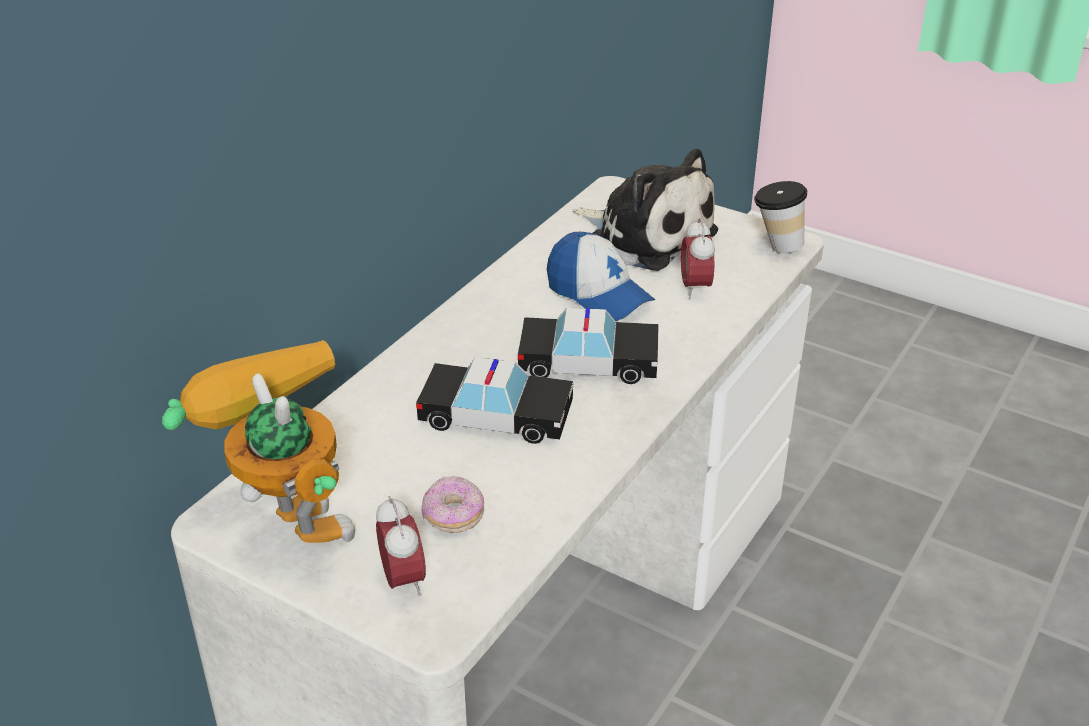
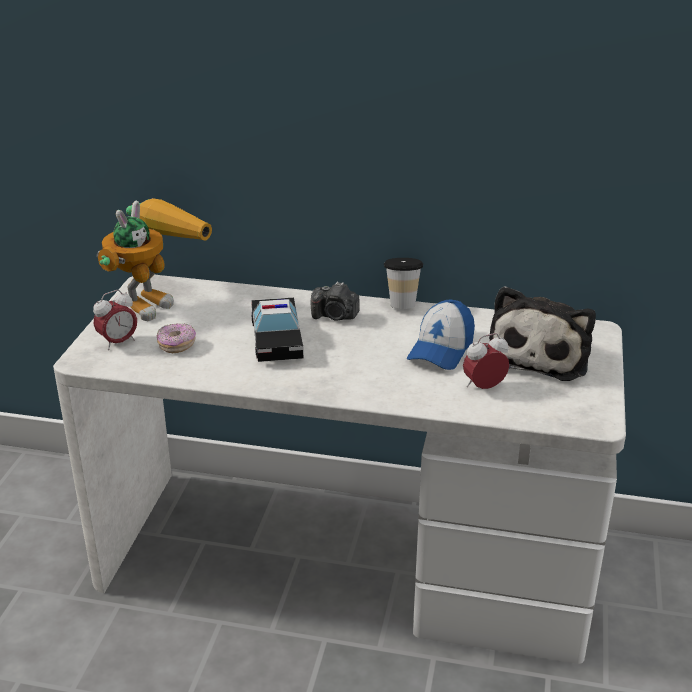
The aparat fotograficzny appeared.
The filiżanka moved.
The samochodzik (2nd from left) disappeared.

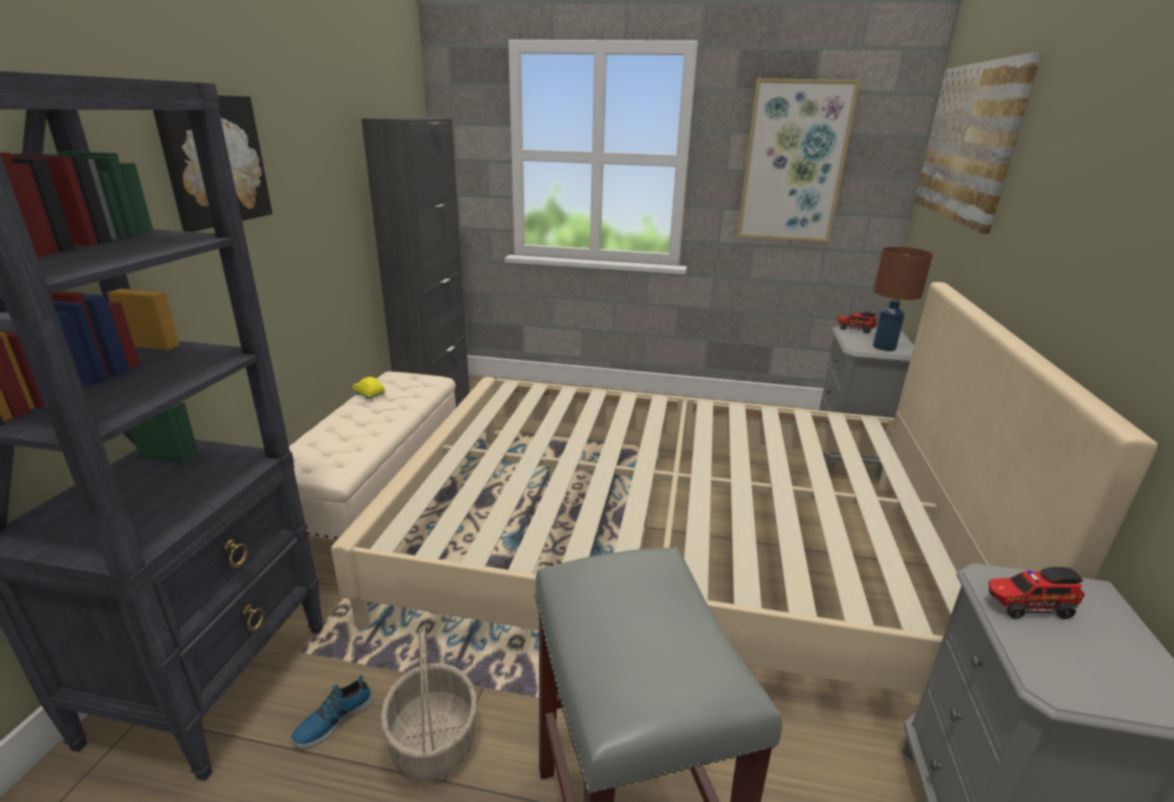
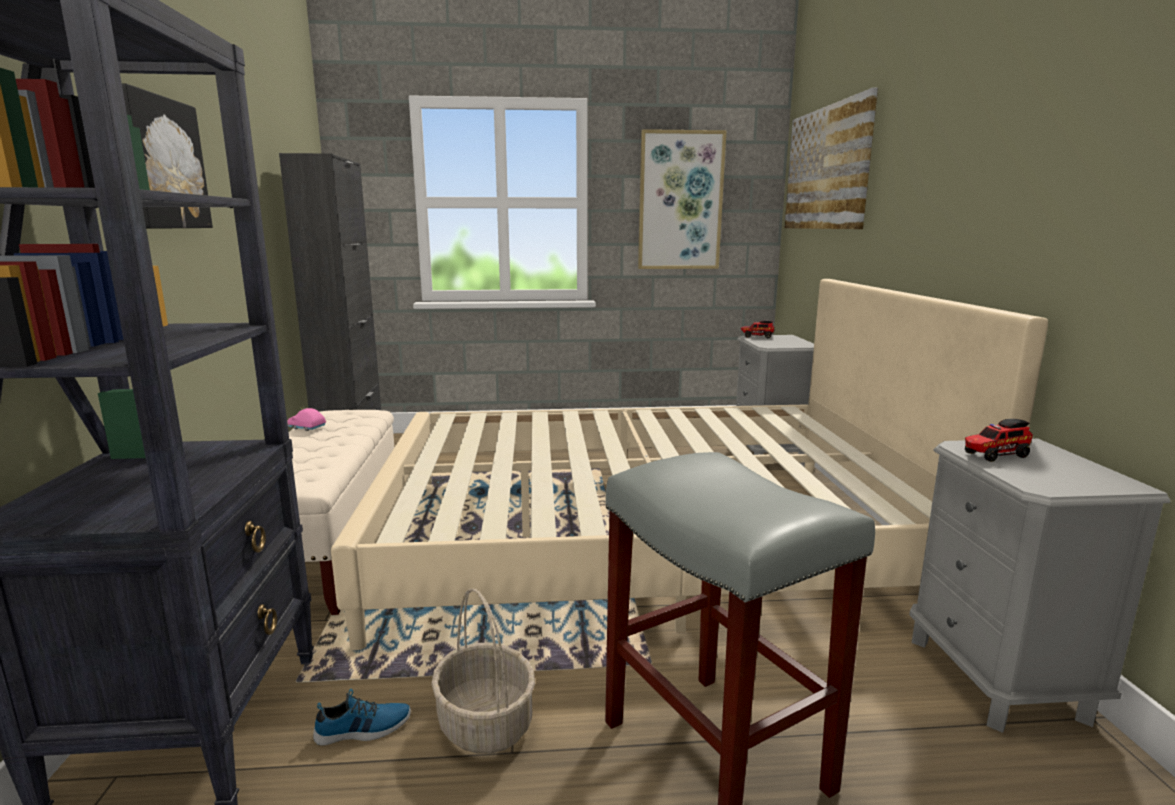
The samochodzik [żółty] became the samochodzik [różowy].
The but turned 135 degrees counterclockwise.
The lampa stołowa [brązowy] disappeared.

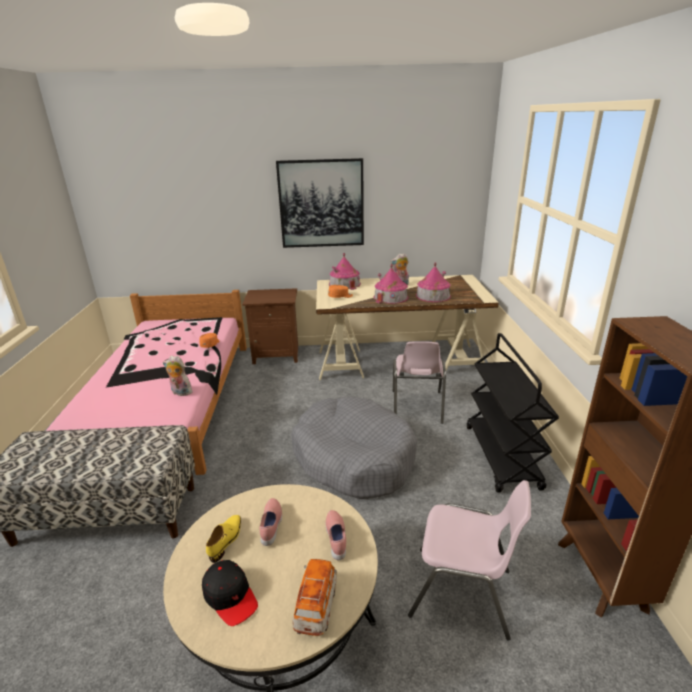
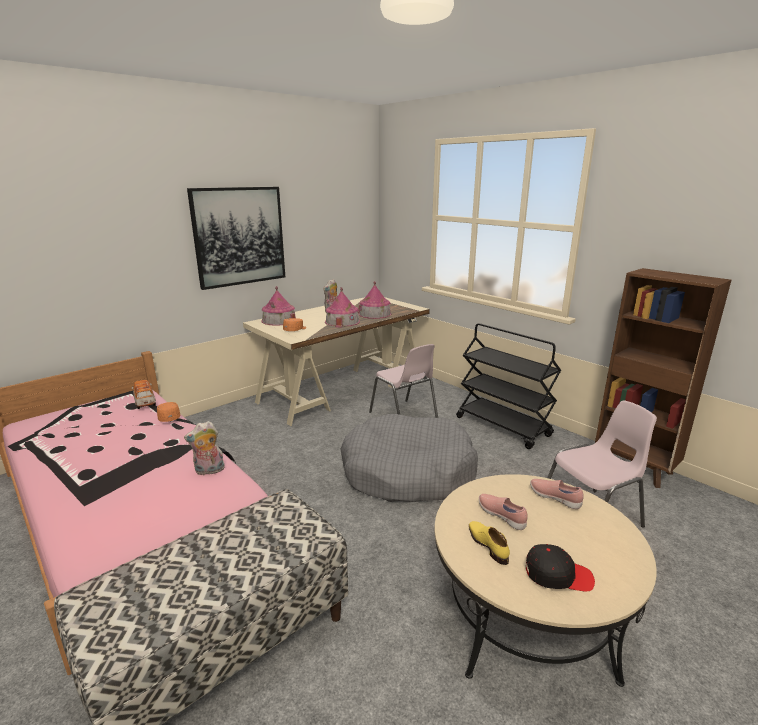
The samochodzik moved.
The szafka nocna [brązowy] disappeared.

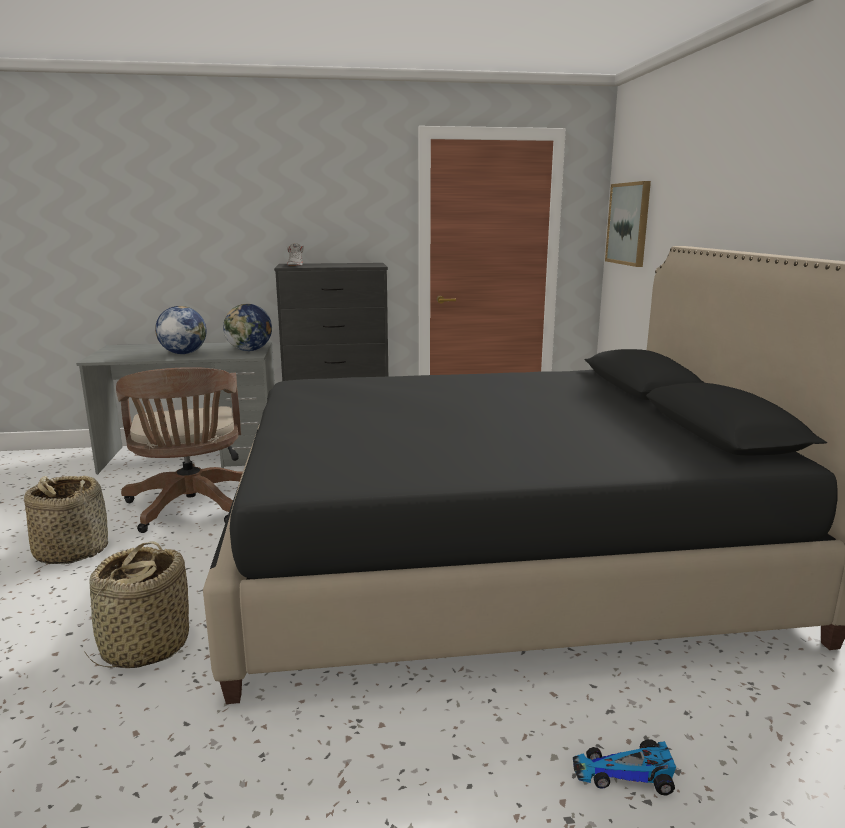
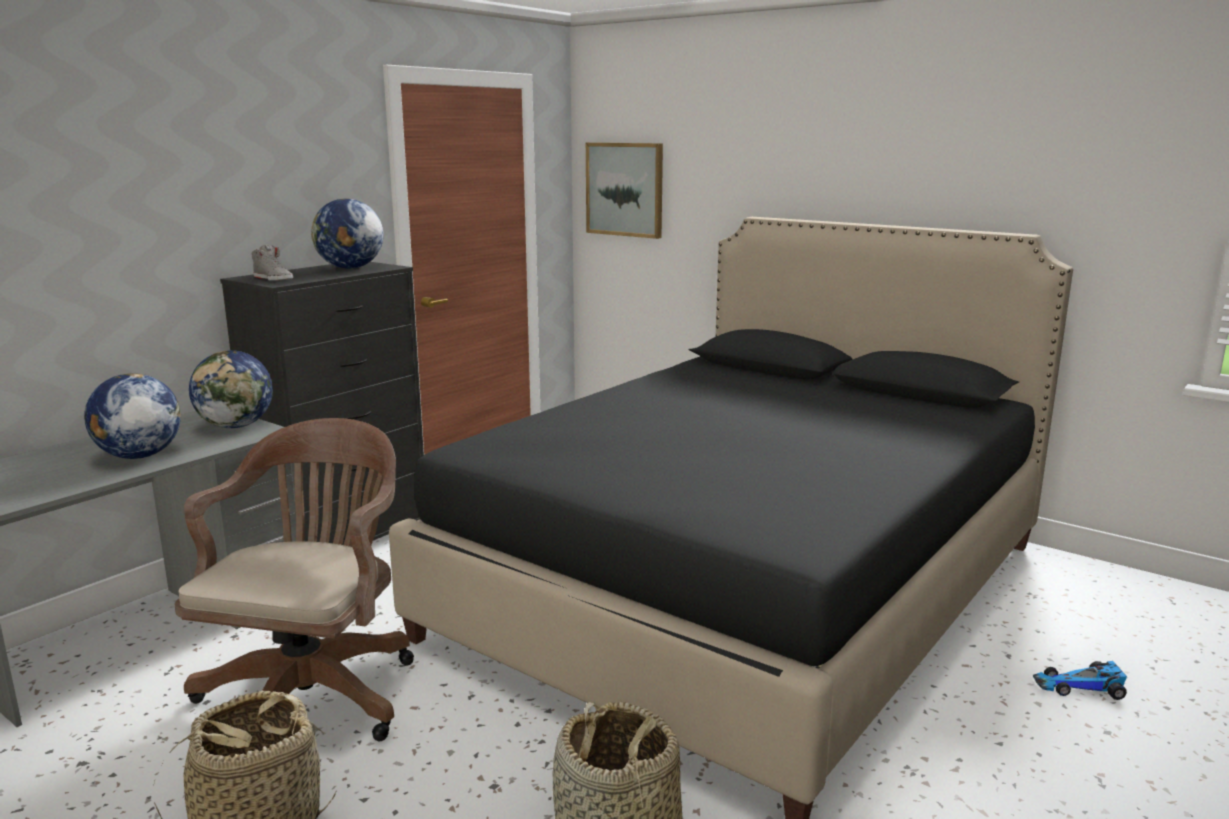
The krzesło biurowe [brązowy] turned 105 degrees counterclockwise.
The globus (3rd from left) appeared.
The samochodzik turned 45 degrees clockwise.

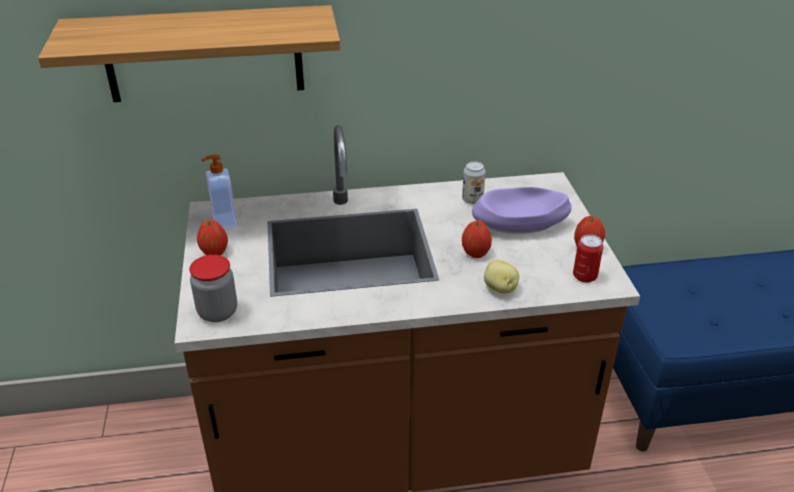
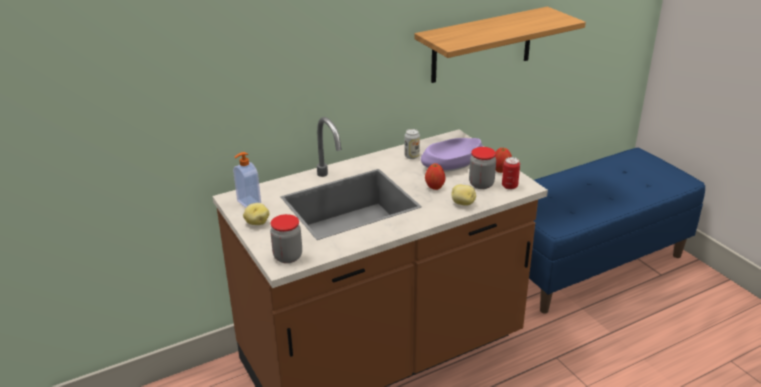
The jabłko (1st from left) was replaced by the ziemniak (1st from left).
The półka moved.
The słoik (2nd from left) appeared.

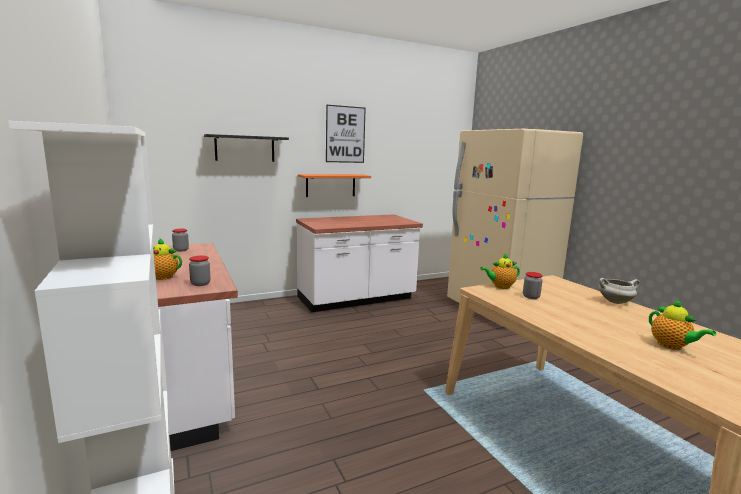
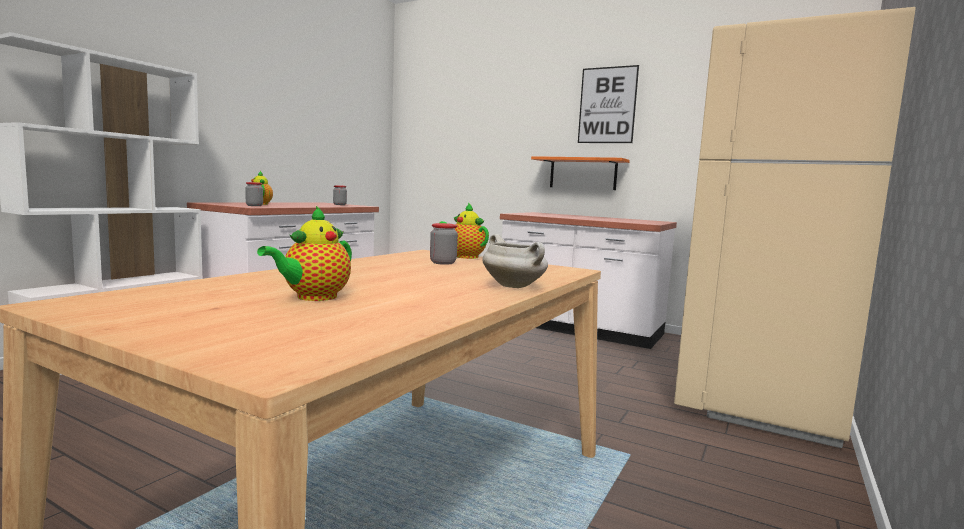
The półka [czarny] disappeared.

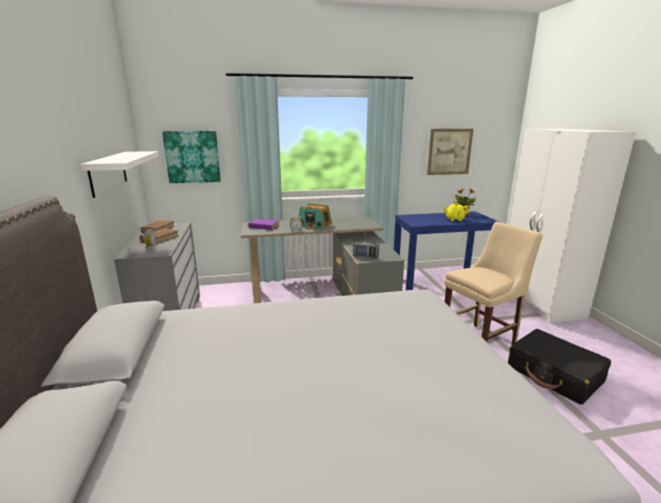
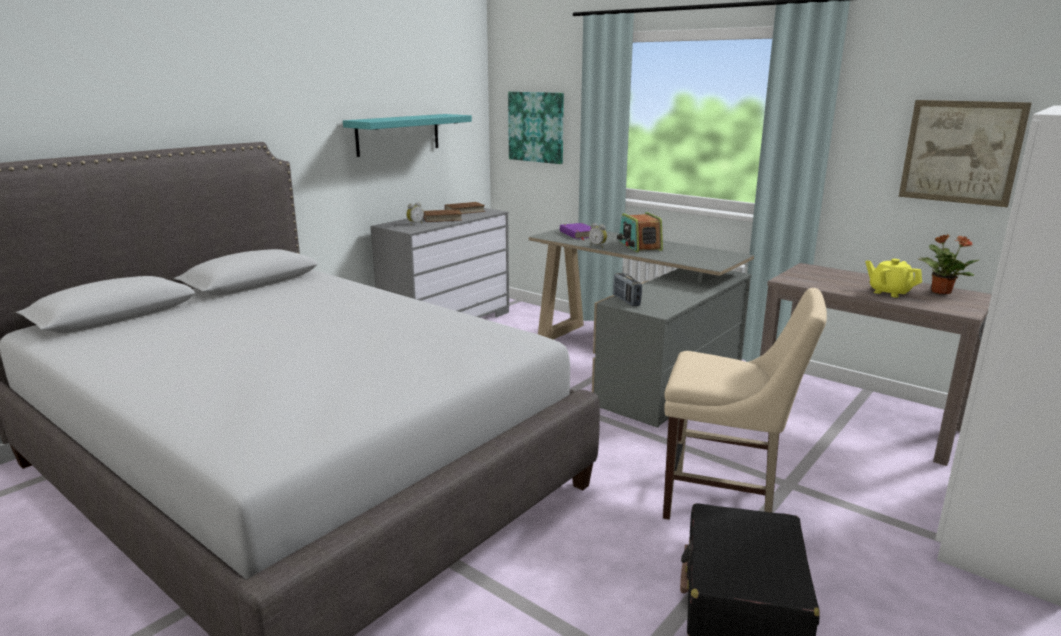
The półka [biały] became the półka [turkusowy].
The stolik konsolowy [niebieski] became the stolik konsolowy [brązowy].

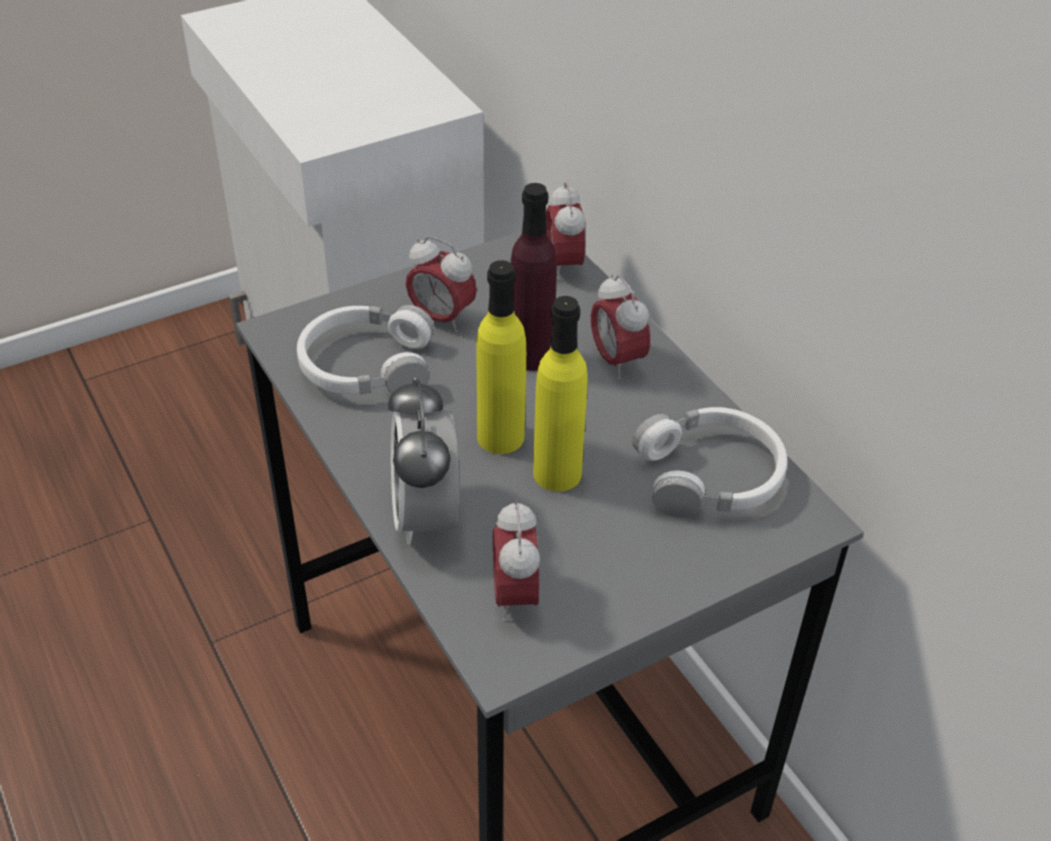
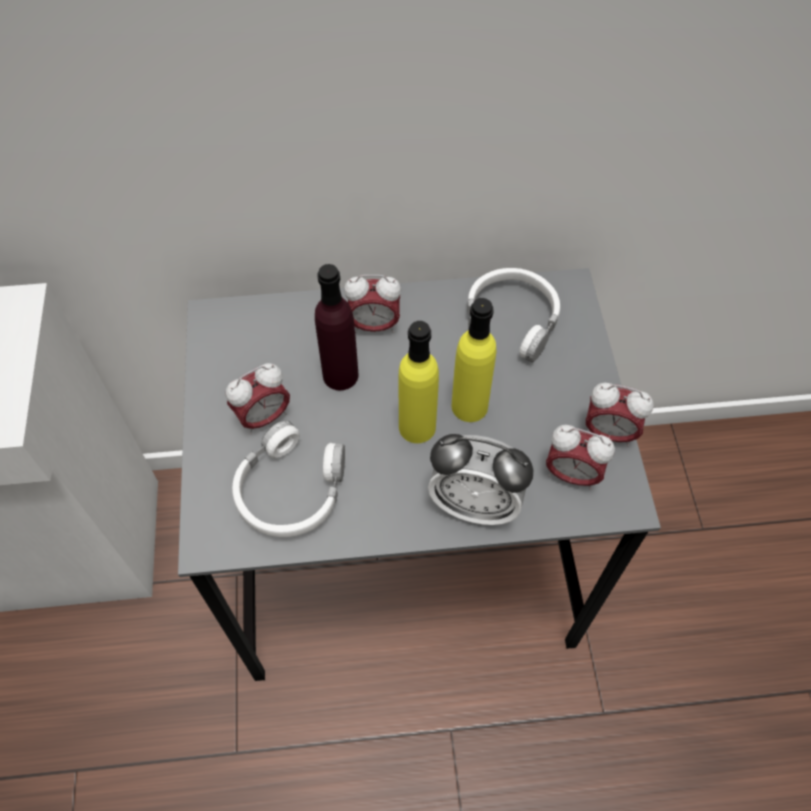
The budzik (4th from left in the first image) moved.

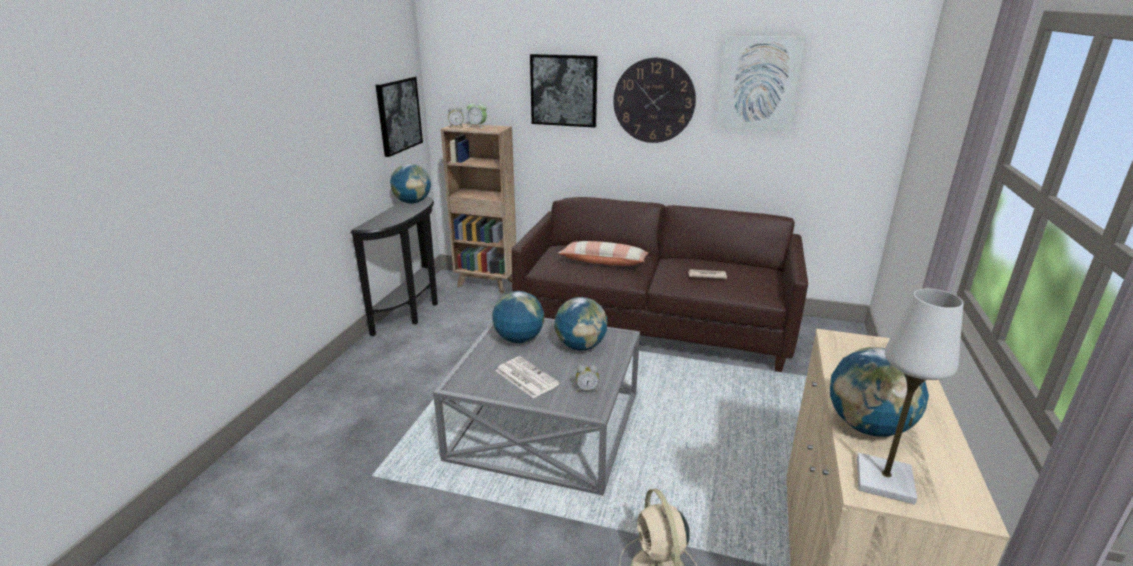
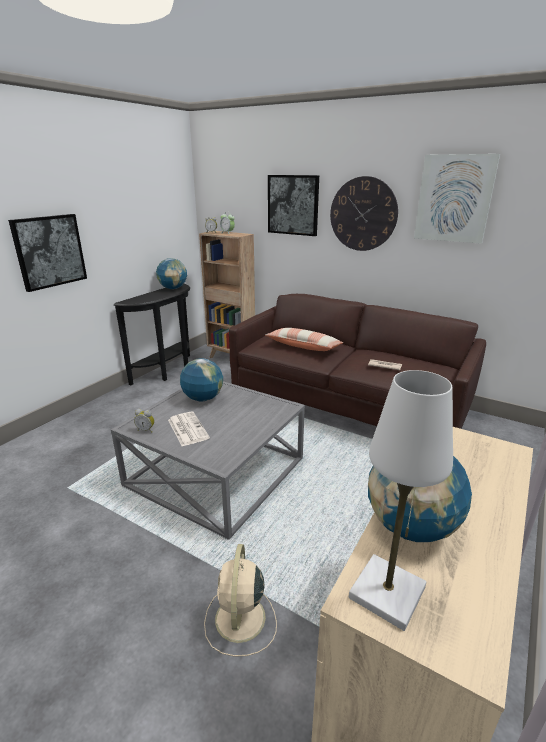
The obraz (1st from left) moved.
The budzik (3rd from left in the first image) moved.
The globus (3rd from left) disappeared.

